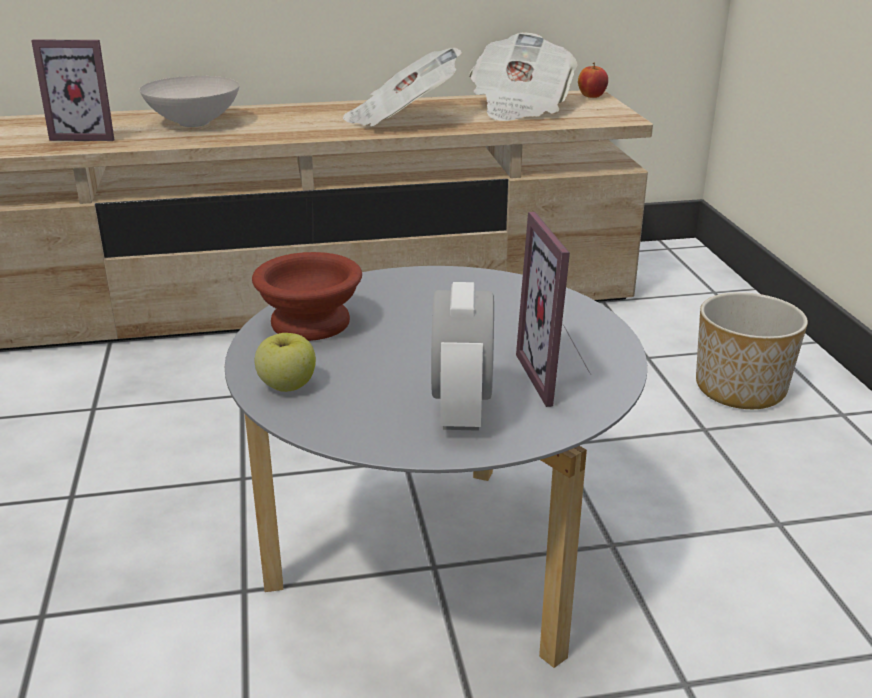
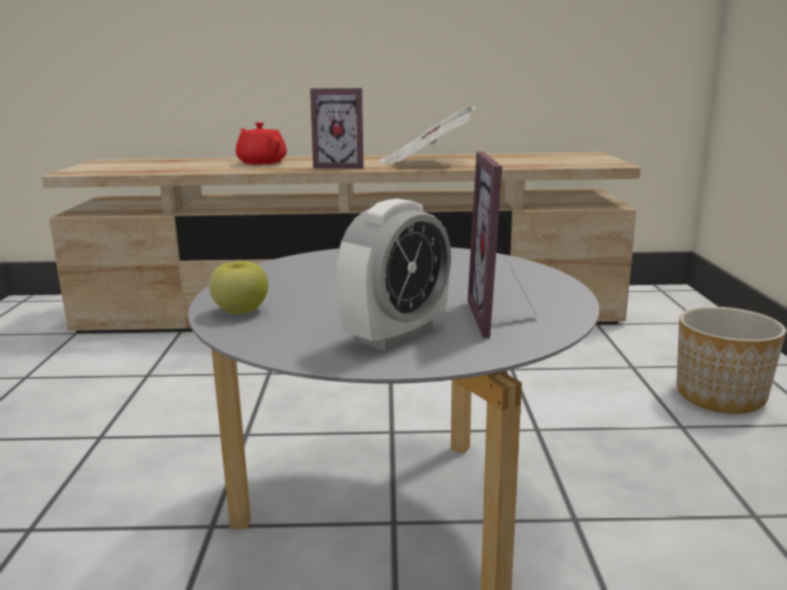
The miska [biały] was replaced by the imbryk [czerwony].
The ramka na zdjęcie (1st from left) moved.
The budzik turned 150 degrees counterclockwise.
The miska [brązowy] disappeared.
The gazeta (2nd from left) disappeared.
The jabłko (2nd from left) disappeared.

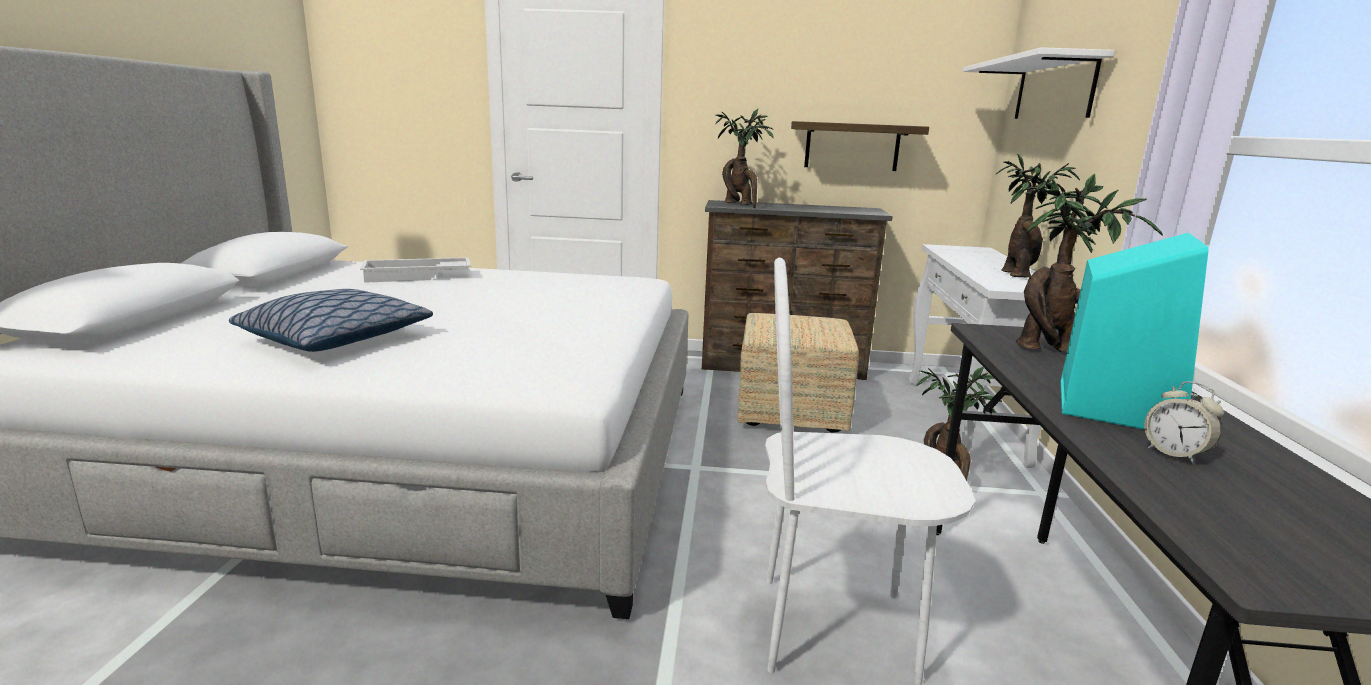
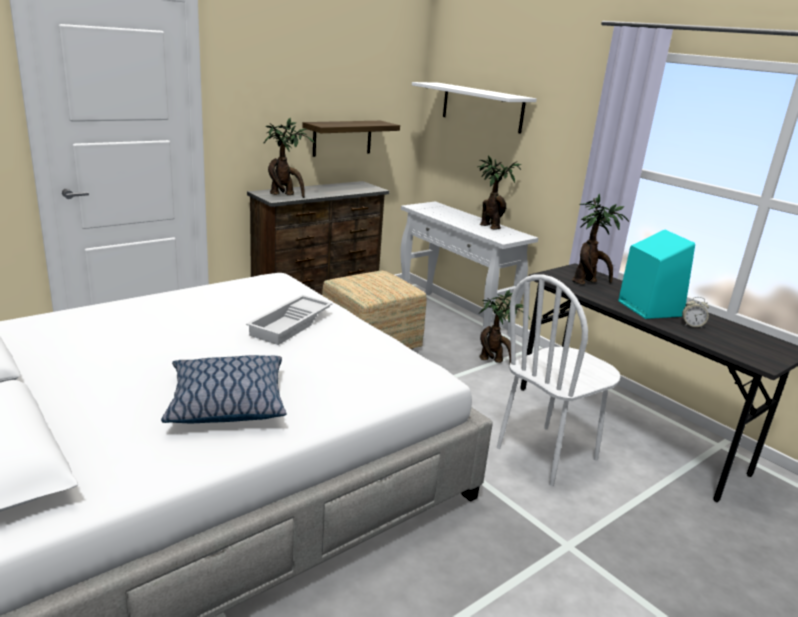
The taca [biały] moved.

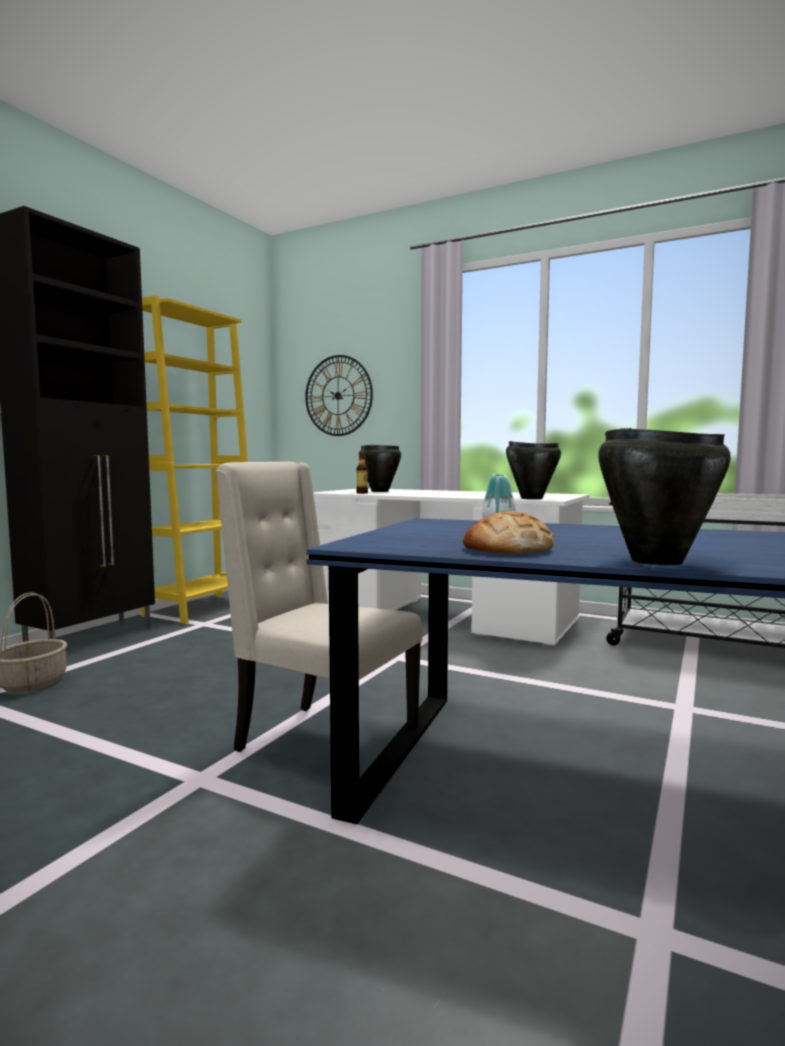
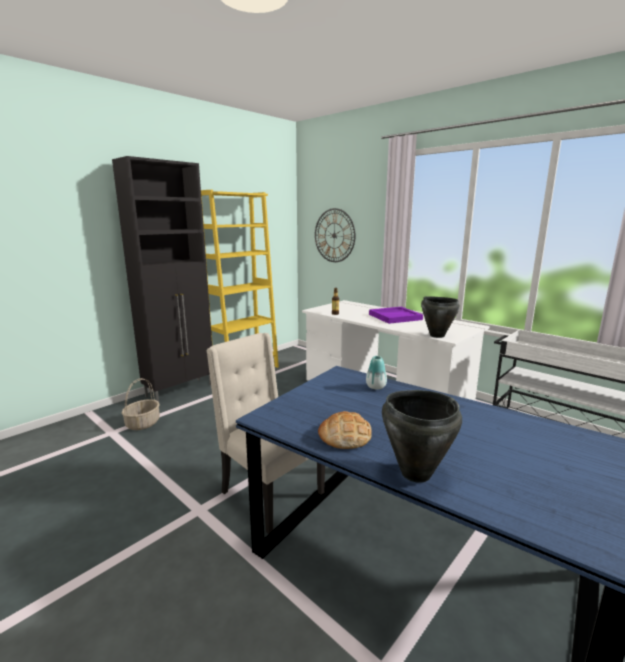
The taca [fioletowy] appeared.
The garnek [czarny] (1st from left) disappeared.

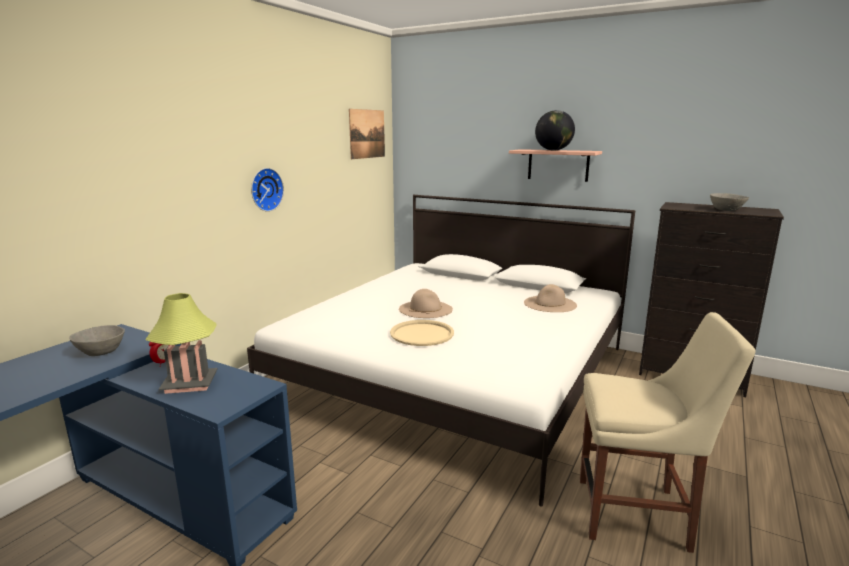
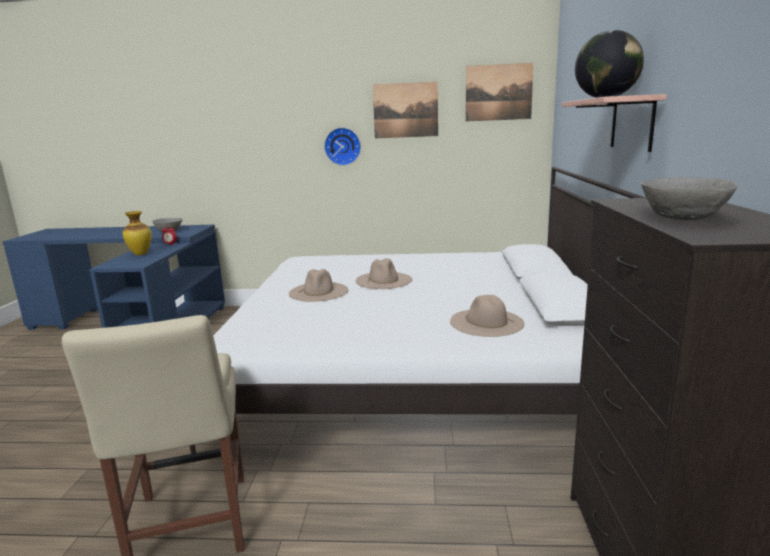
The lampa stołowa was replaced by the wazon.
The taca [beżowy] was replaced by the kapelusz [beżowy] (1st from left).
The obraz (1st from left) appeared.

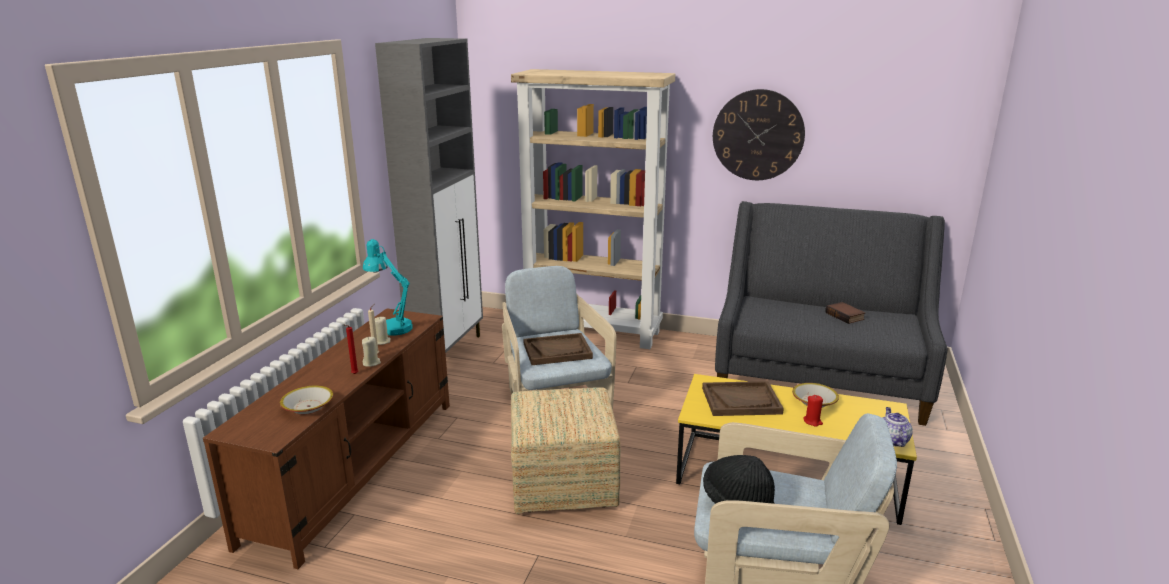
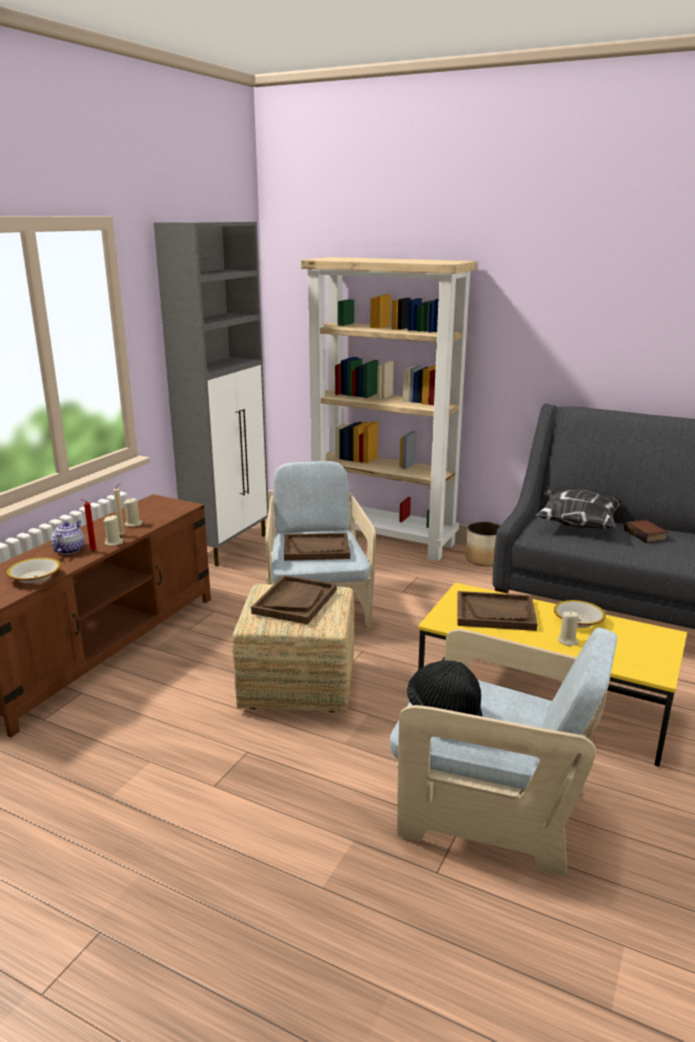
The imbryk moved.
The taca [brązowy] (1st from left) appeared.
The donica appeared.
The poduszka appeared.
The świeca [czerwony] (2nd from left) became the świeca [beżowy] (4th from left).
The lampa stołowa [turkusowy] disappeared.
The zegar ścienny disappeared.

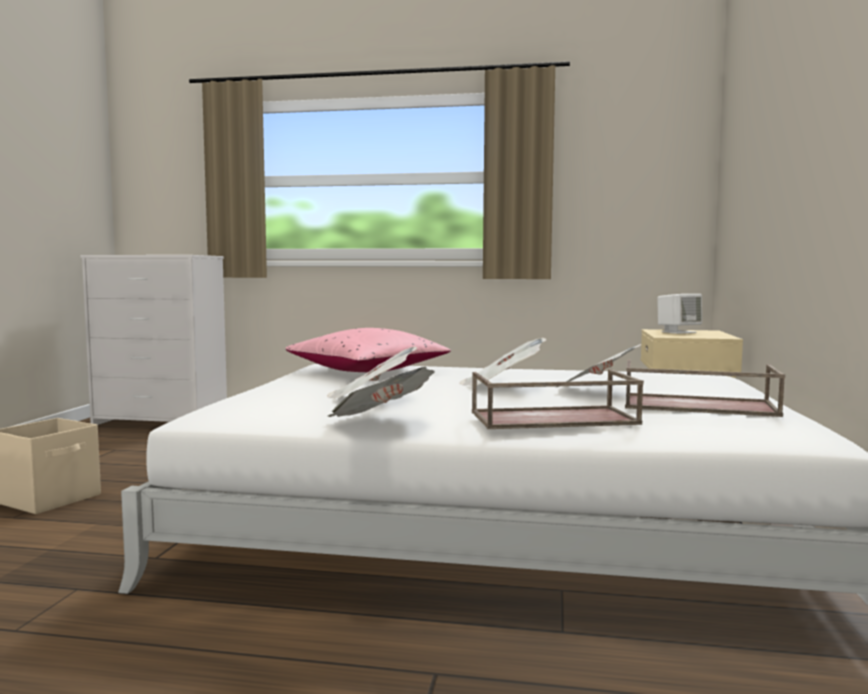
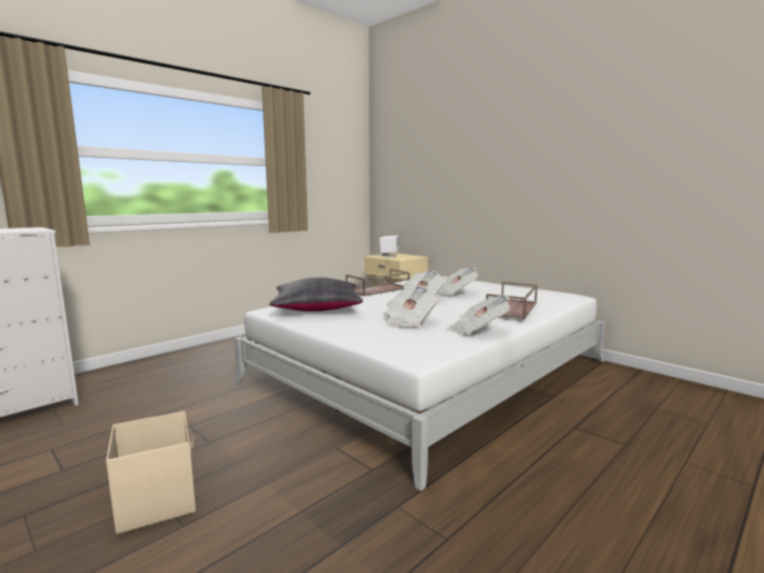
The poduszka [różowy] became the poduszka [czarny].
The taca [brązowy] (2nd from left in the first image) moved.

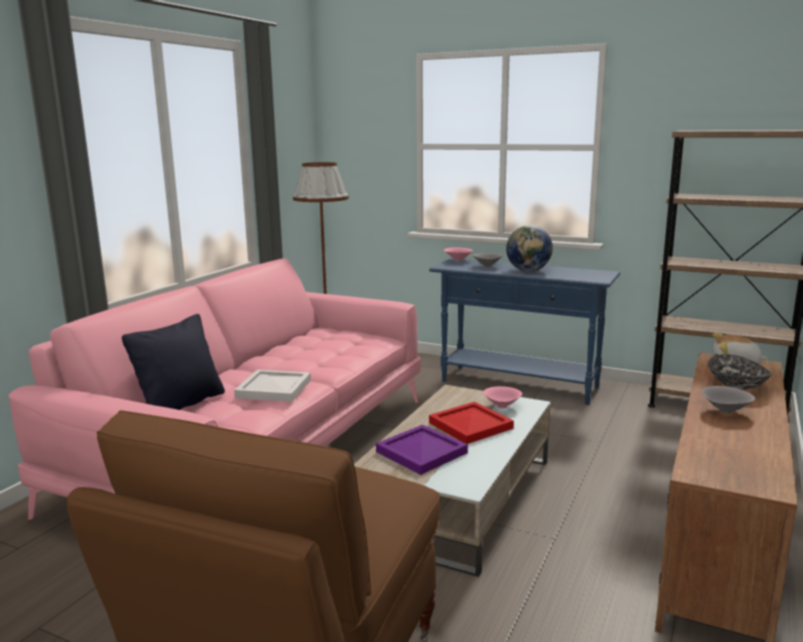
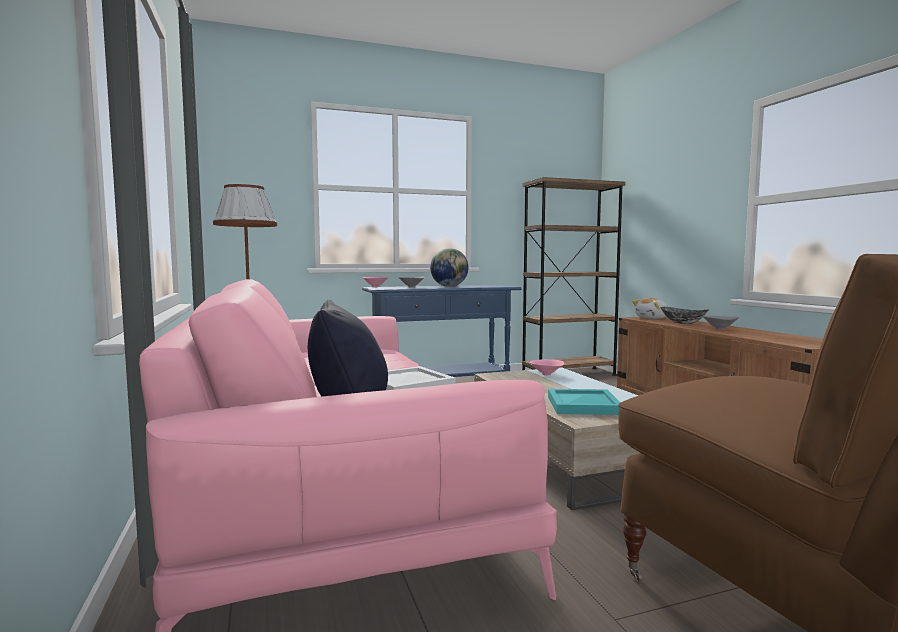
The taca [fioletowy] became the taca [turkusowy].
The taca [czerwony] disappeared.

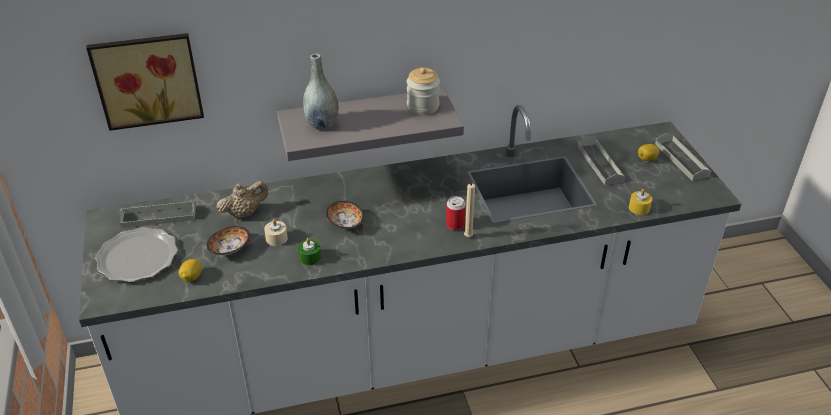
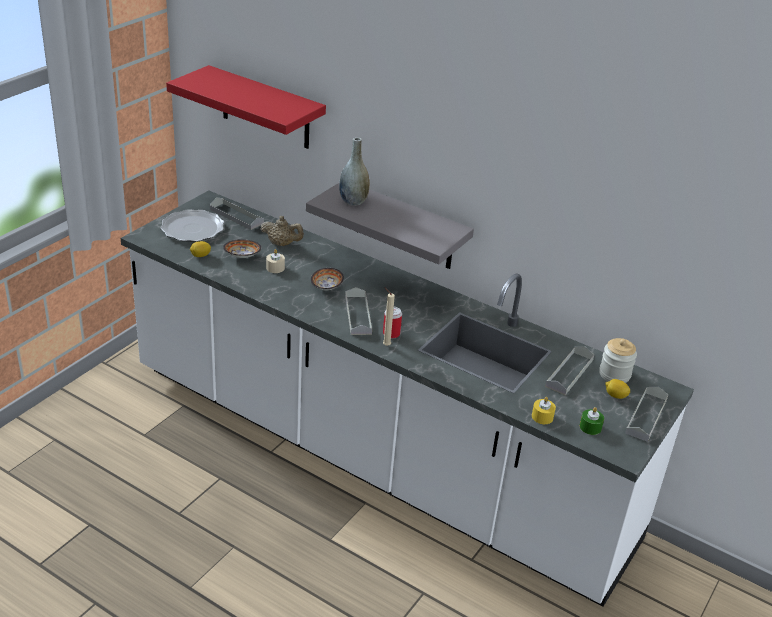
The obraz was replaced by the półka [czerwony].
The taca [szary] (2nd from left) appeared.
The świeca [zielony] moved.
The słoik moved.

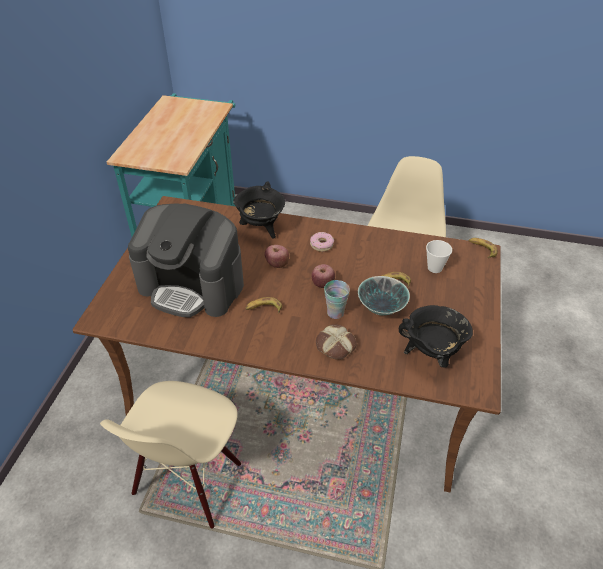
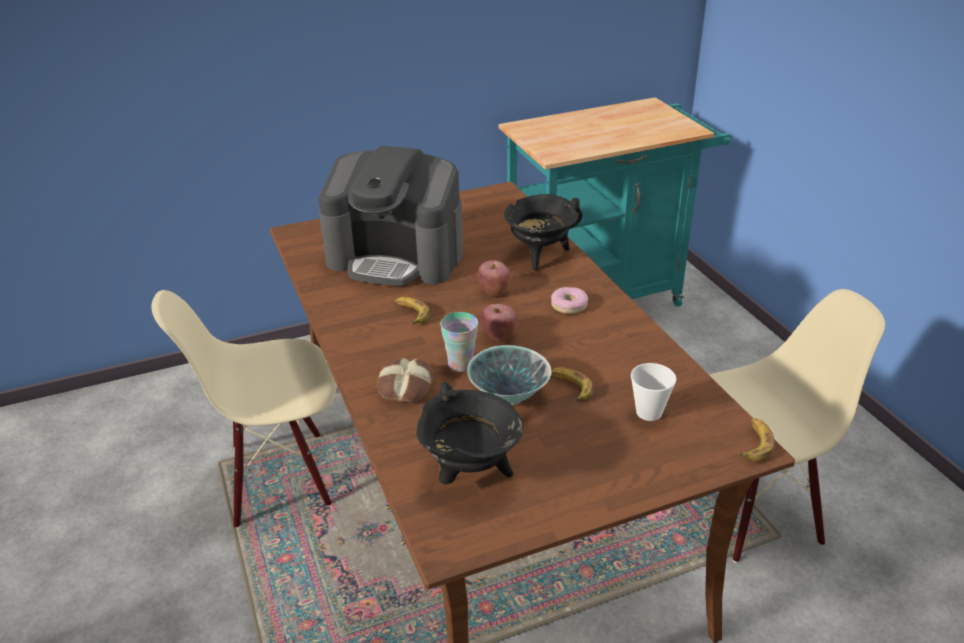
The ekspres do kawy turned 60 degrees counterclockwise.

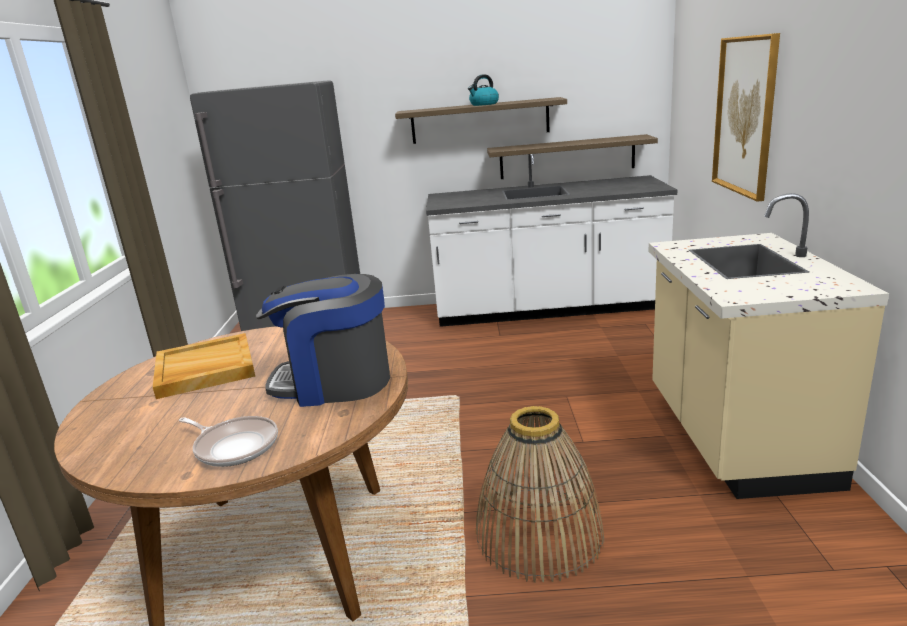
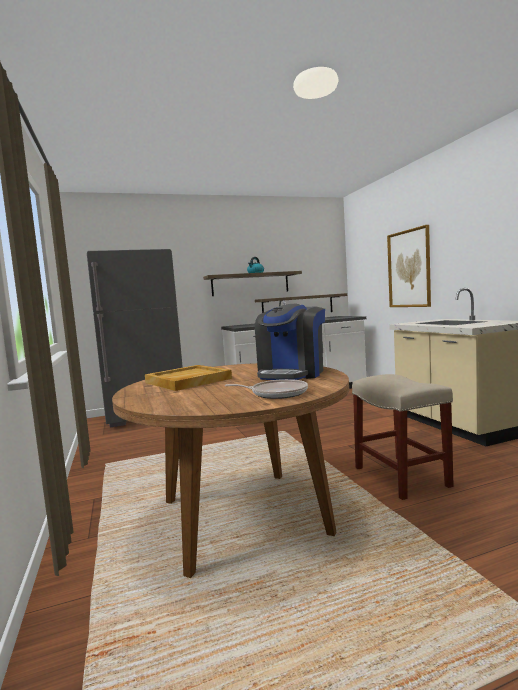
The ekspres do kawy turned 45 degrees counterclockwise.
The koszyk was replaced by the stołek [beżowy].

